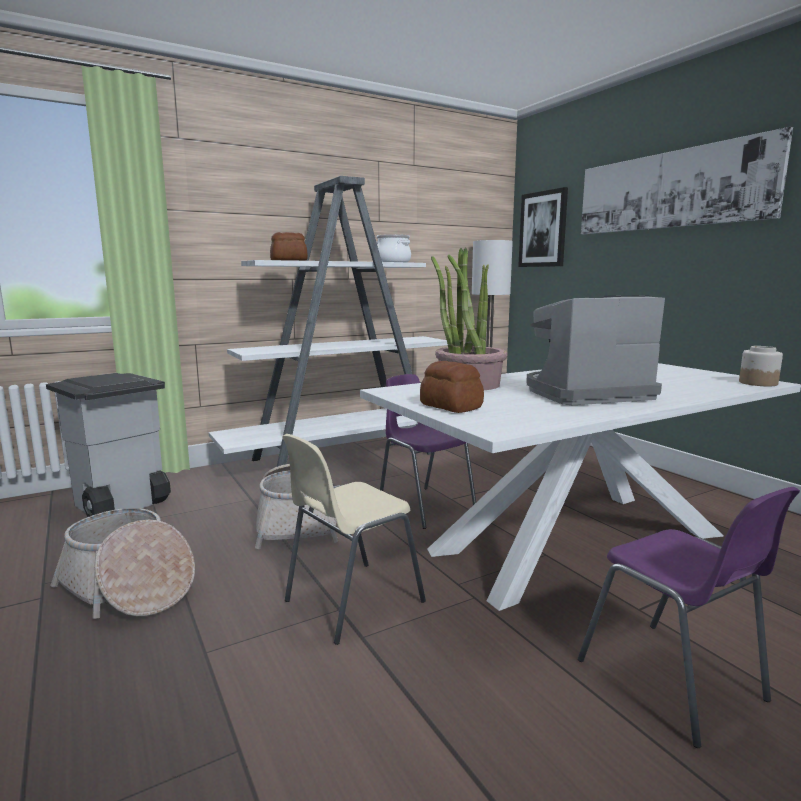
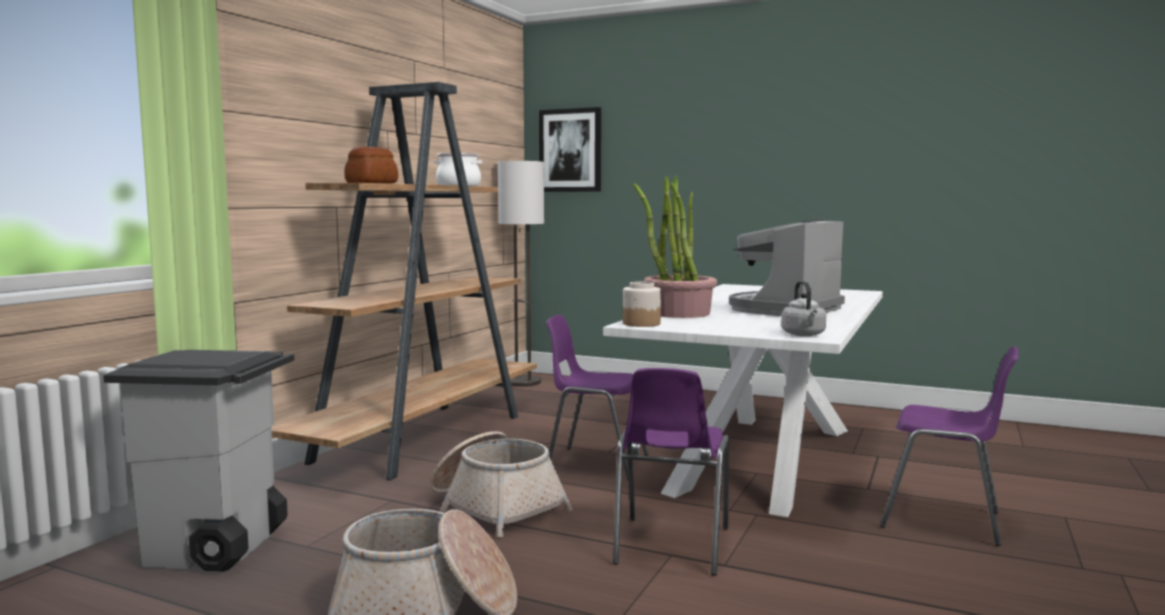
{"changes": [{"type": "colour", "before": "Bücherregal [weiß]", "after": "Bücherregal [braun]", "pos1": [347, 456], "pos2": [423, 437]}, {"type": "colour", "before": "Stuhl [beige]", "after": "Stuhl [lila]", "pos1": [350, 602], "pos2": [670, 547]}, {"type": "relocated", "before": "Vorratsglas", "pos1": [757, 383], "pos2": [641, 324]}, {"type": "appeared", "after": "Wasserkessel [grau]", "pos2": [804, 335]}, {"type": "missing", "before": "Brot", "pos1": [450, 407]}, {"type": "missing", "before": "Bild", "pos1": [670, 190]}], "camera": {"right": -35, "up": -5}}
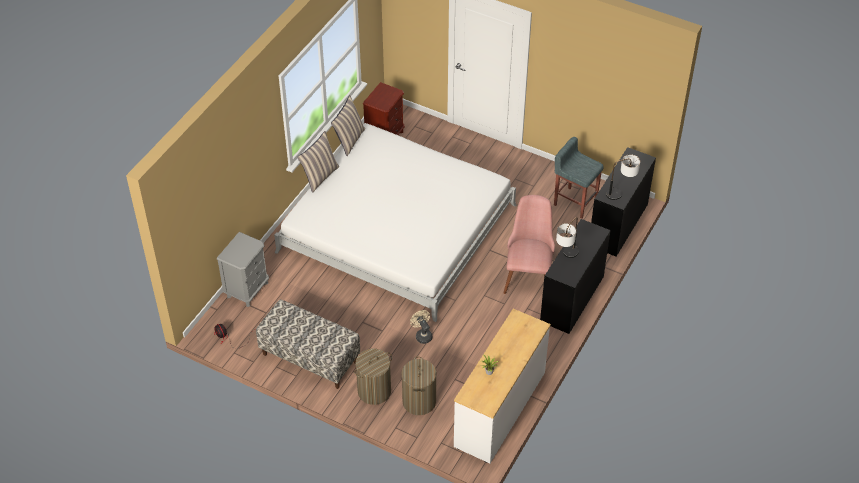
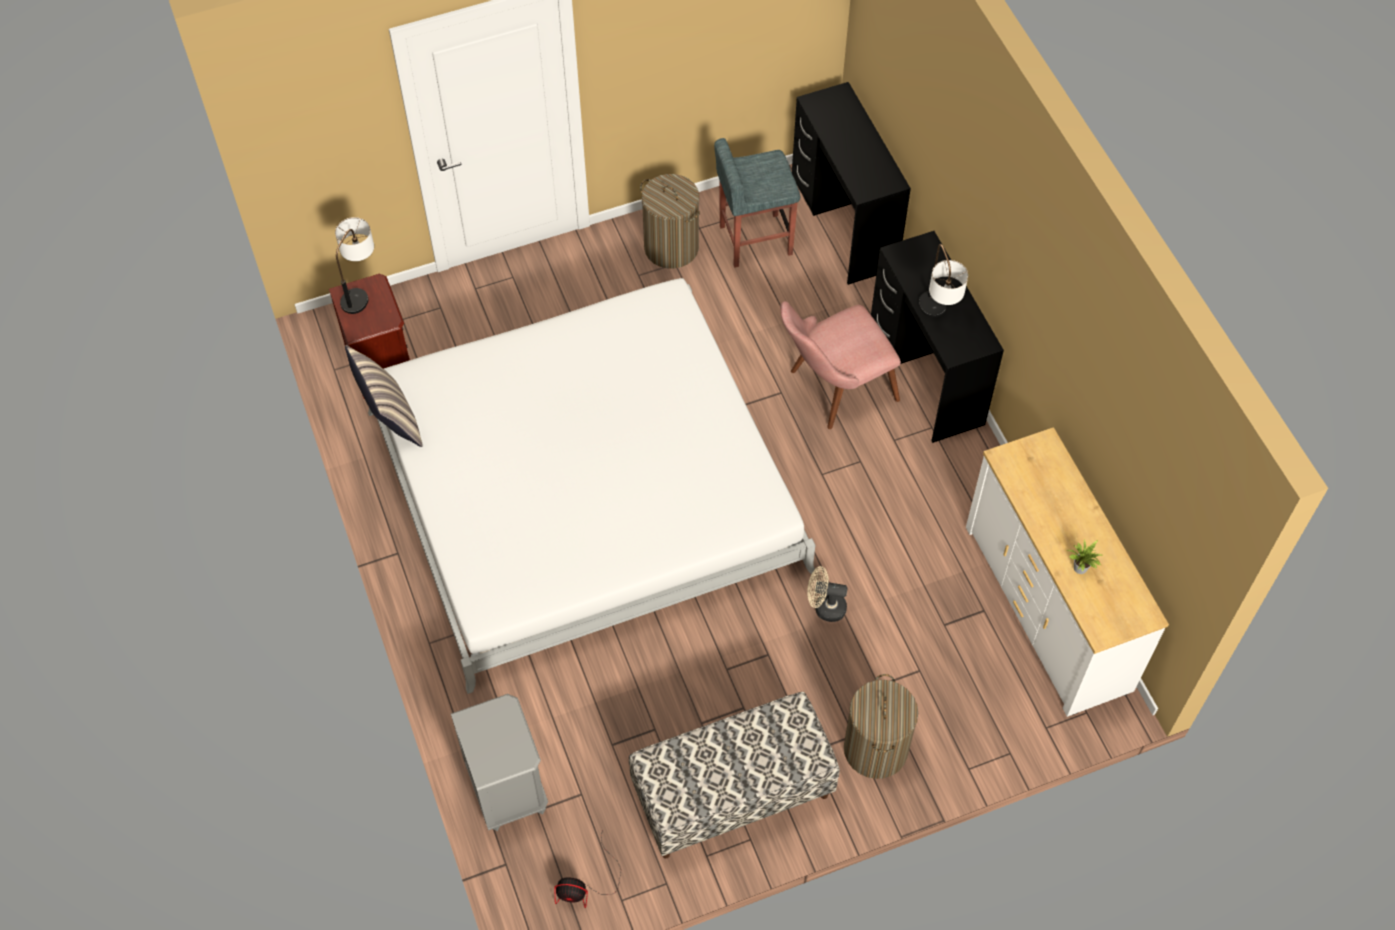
{"changes": [{"type": "relocated", "before": "Tischlampe", "pos1": [621, 193], "pos2": [361, 290]}, {"type": "relocated", "before": "Wäschekorb", "pos1": [419, 401], "pos2": [671, 247]}, {"type": "spun", "before": "Stuhl [rosa]", "pos1": [528, 273], "pos2": [832, 390], "turn": -75}, {"type": "missing", "before": "Kissen", "pos1": [320, 176]}], "camera": {"right": -50, "up": 10}}
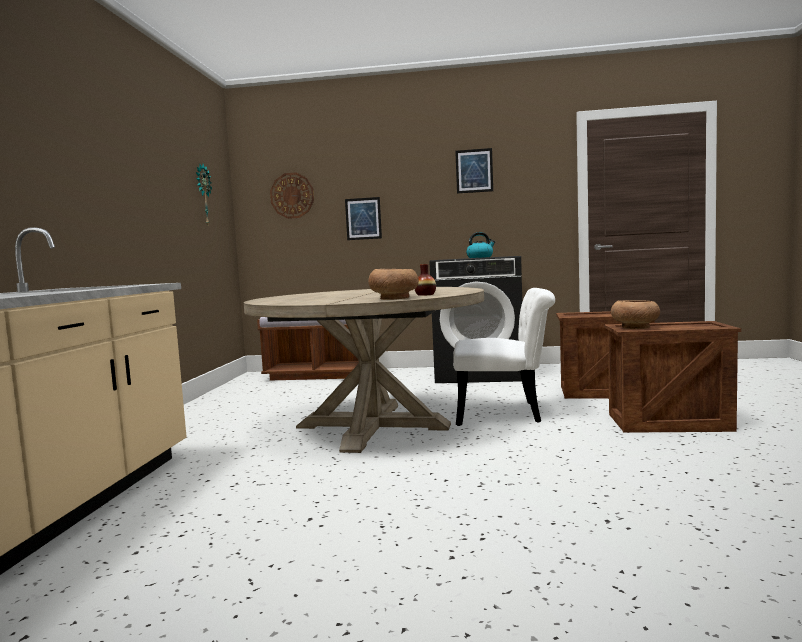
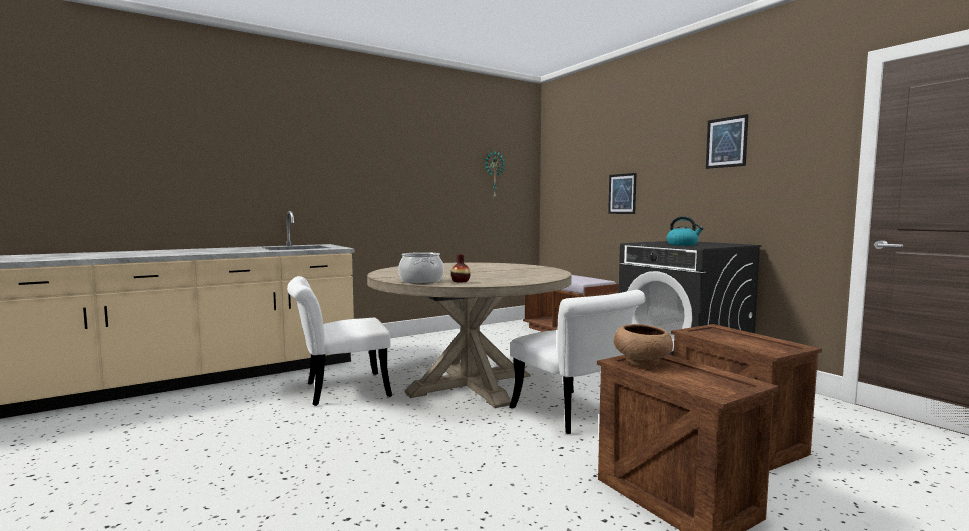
{"changes": [{"type": "appeared", "after": "Stuhl [weiß]", "pos2": [339, 390]}, {"type": "exchanged", "before": "Schüssel [braun]", "after": "Kochtopf", "pos1": [394, 298], "pos2": [421, 281]}, {"type": "missing", "before": "Wanduhr", "pos1": [292, 195]}], "camera": {"right": 50, "up": 0}}
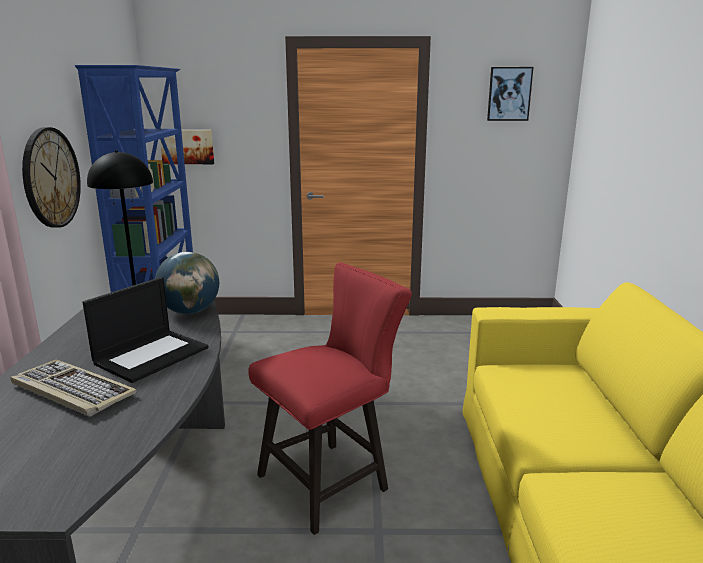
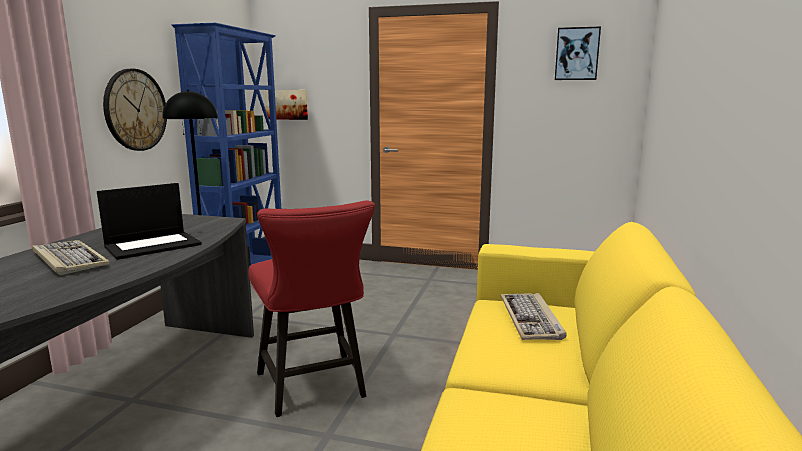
{"changes": [{"type": "spun", "before": "Stuhl [rot]", "pos1": [331, 480], "pos2": [314, 388], "turn": 90}, {"type": "appeared", "after": "Tastatur", "pos2": [531, 319]}, {"type": "missing", "before": "Globus", "pos1": [189, 311]}], "camera": {"right": 15, "up": -5}}
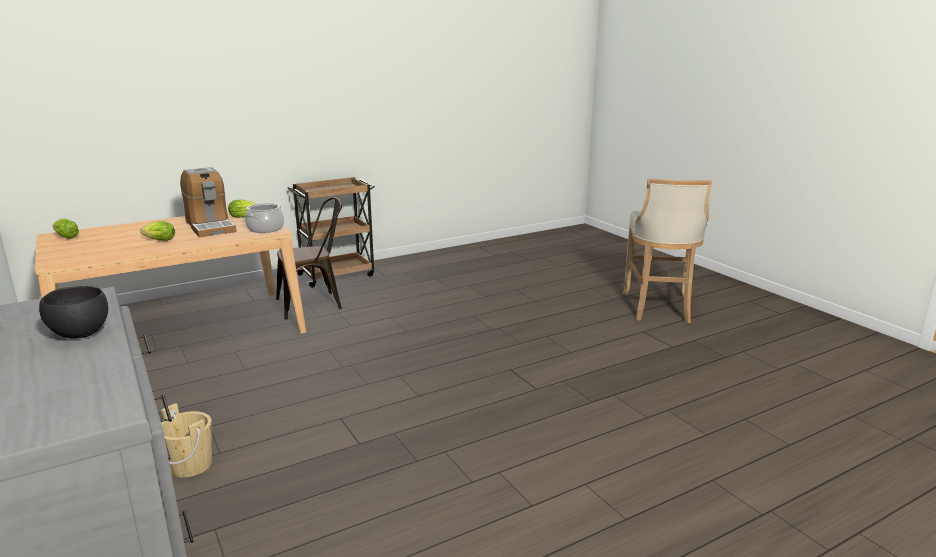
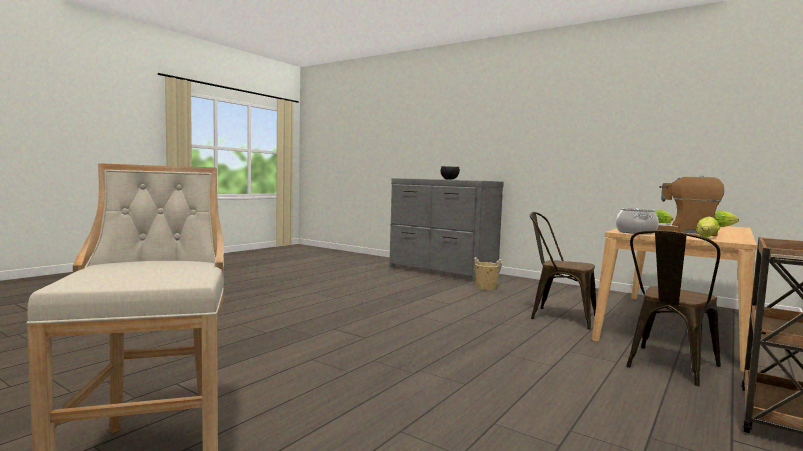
{"changes": [{"type": "appeared", "after": "Stuhl [braun]", "pos2": [558, 316]}], "camera": {"right": 155, "up": -15}}
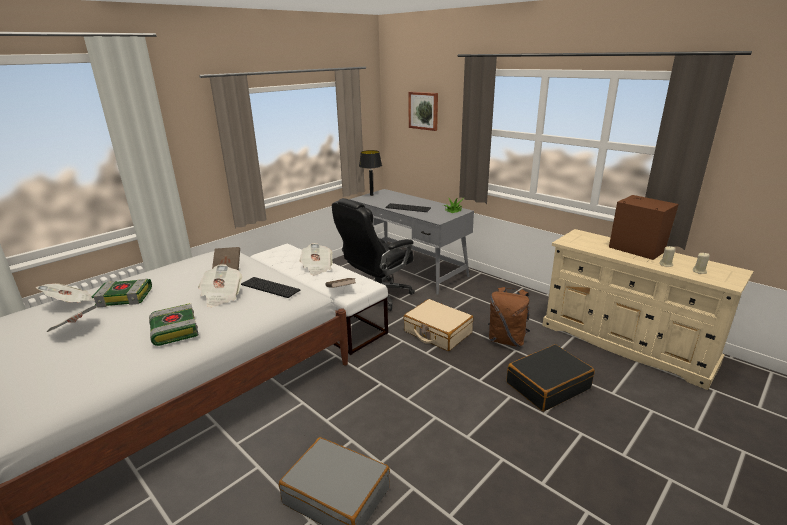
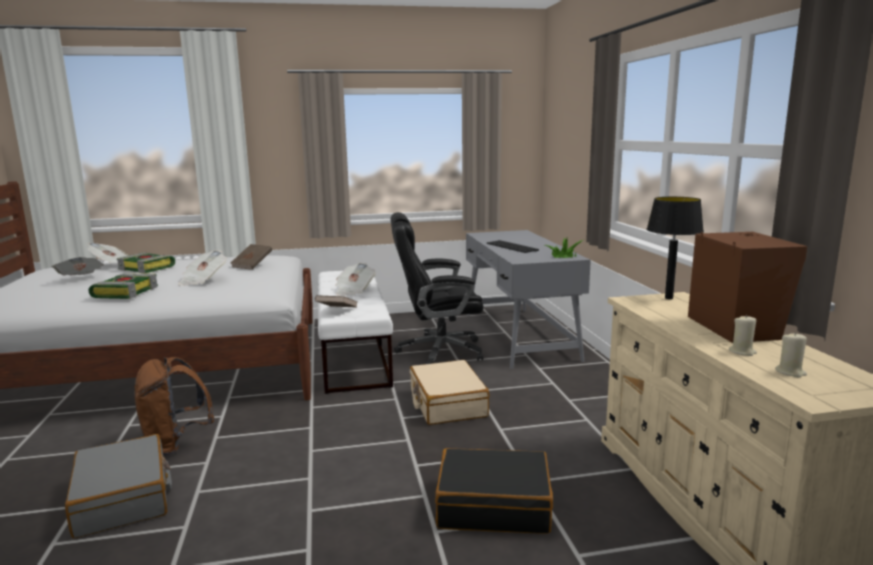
{"changes": [{"type": "relocated", "before": "Rucksack [braun]", "pos1": [507, 340], "pos2": [175, 444]}, {"type": "relocated", "before": "Tischlampe [schwarz]", "pos1": [371, 195], "pos2": [668, 298]}, {"type": "missing", "before": "Tastatur", "pos1": [269, 287]}, {"type": "missing", "before": "Bild", "pos1": [423, 110]}], "camera": {"right": 35, "up": -10}}
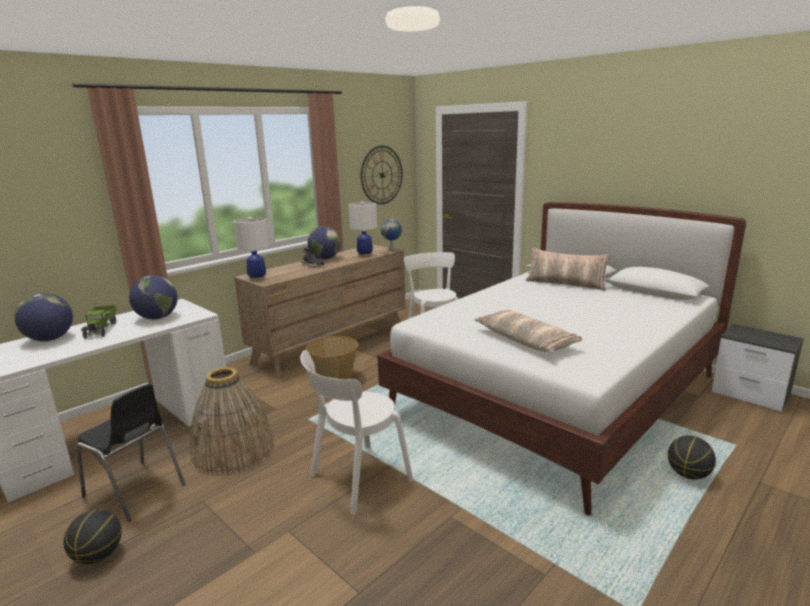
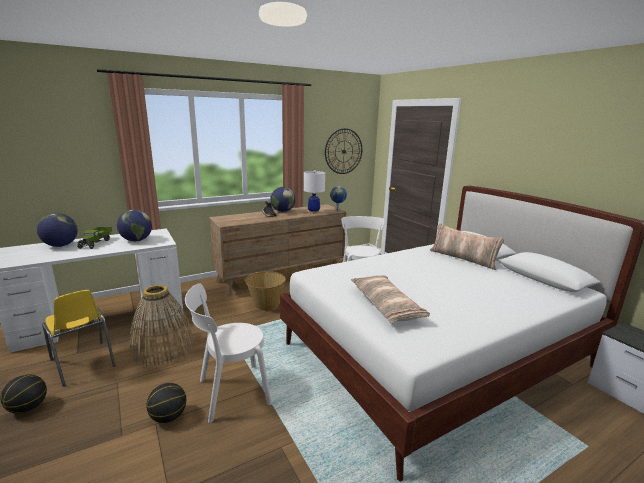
{"changes": [{"type": "colour", "before": "Stuhl [schwarz]", "after": "Stuhl [gelb]", "pos1": [135, 491], "pos2": [83, 363]}, {"type": "relocated", "before": "Basketball", "pos1": [687, 474], "pos2": [168, 417]}, {"type": "missing", "before": "Tischlampe [weiß]", "pos1": [257, 278]}], "camera": {"right": 15, "up": 0}}
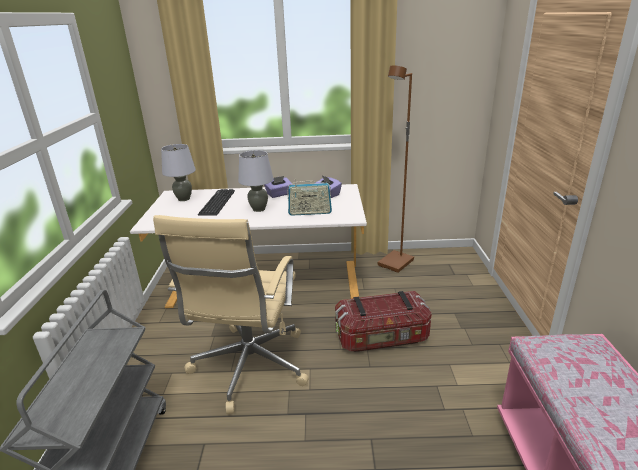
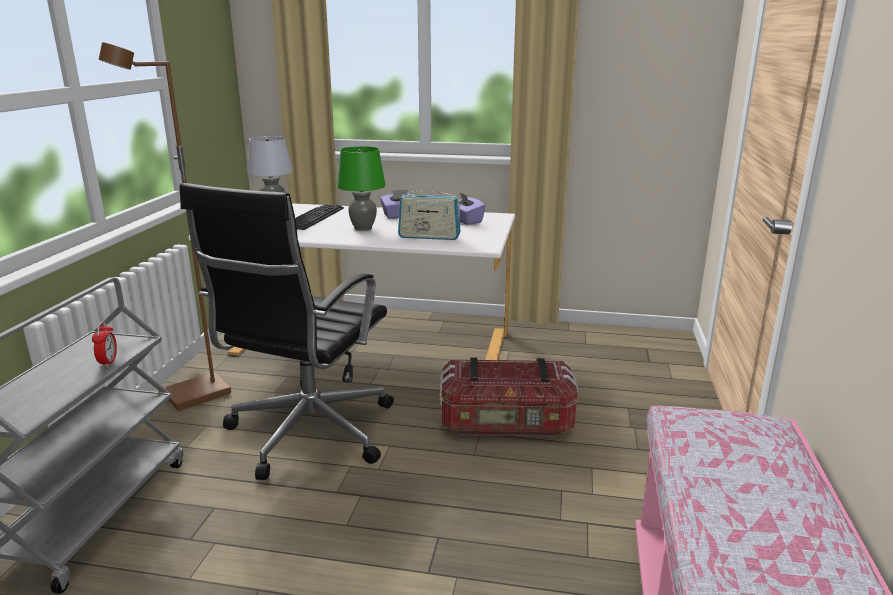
{"changes": [{"type": "appeared", "after": "Wecker", "pos2": [108, 362]}, {"type": "relocated", "before": "Stehlampe [braun]", "pos1": [396, 263], "pos2": [197, 395]}, {"type": "colour", "before": "Bürostuhl [beige]", "after": "Bürostuhl [schwarz]", "pos1": [249, 368], "pos2": [308, 434]}, {"type": "colour", "before": "Tischlampe [grau]", "after": "Tischlampe [grün]", "pos1": [258, 209], "pos2": [363, 228]}], "camera": {"right": 10, "up": -5}}
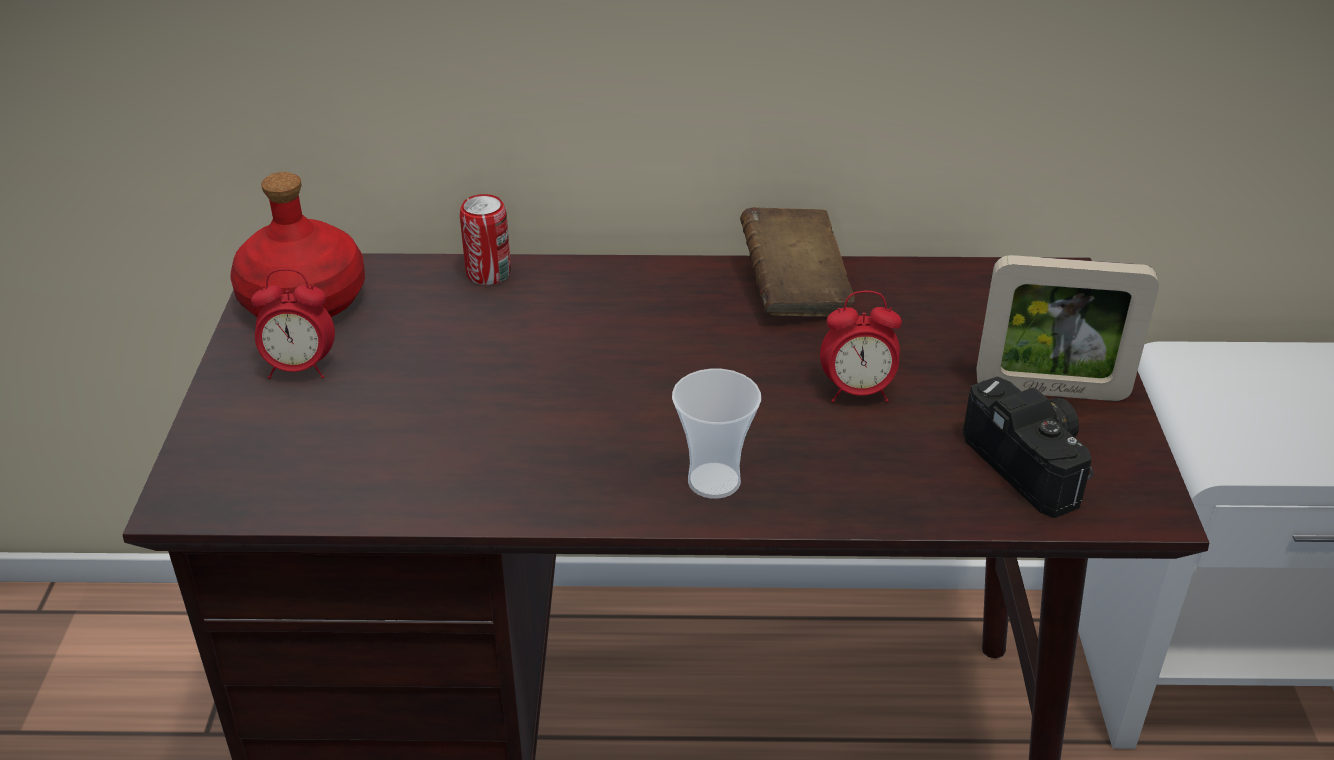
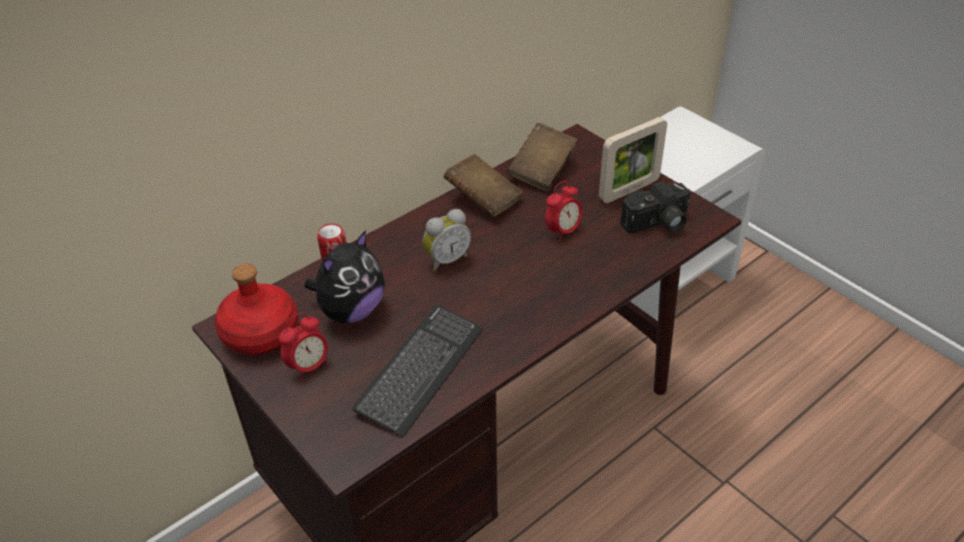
{"changes": [{"type": "appeared", "after": "Plüschtier", "pos2": [351, 310]}, {"type": "appeared", "after": "Tastatur", "pos2": [420, 370]}, {"type": "appeared", "after": "Wecker", "pos2": [446, 260]}, {"type": "appeared", "after": "Buch [braun]", "pos2": [542, 171]}, {"type": "spun", "before": "Kamera", "pos1": [1033, 464], "pos2": [657, 224], "turn": 135}, {"type": "missing", "before": "Tasse", "pos1": [714, 481]}], "camera": {"right": -40, "up": 5}}
